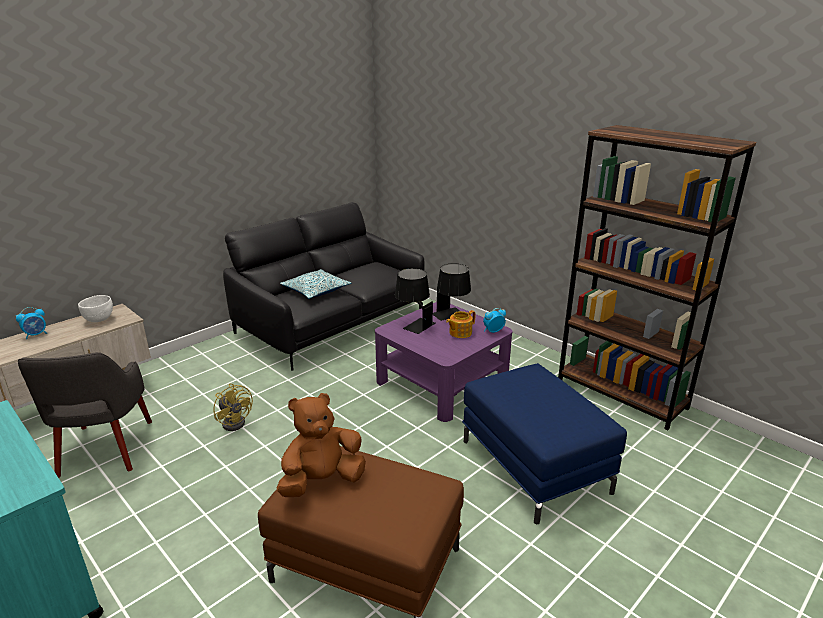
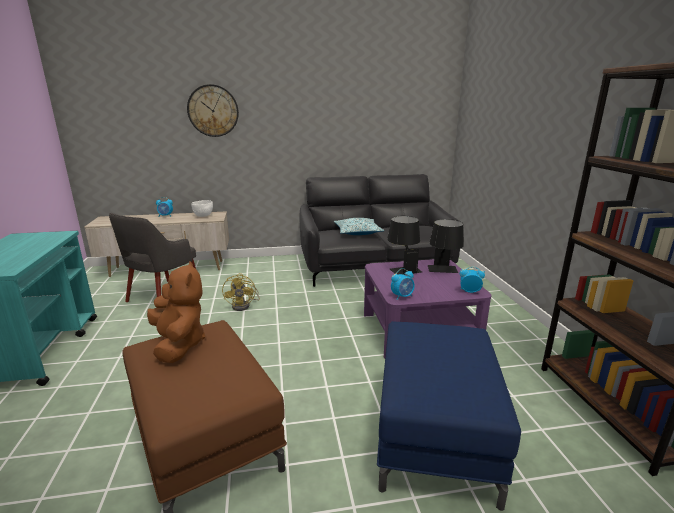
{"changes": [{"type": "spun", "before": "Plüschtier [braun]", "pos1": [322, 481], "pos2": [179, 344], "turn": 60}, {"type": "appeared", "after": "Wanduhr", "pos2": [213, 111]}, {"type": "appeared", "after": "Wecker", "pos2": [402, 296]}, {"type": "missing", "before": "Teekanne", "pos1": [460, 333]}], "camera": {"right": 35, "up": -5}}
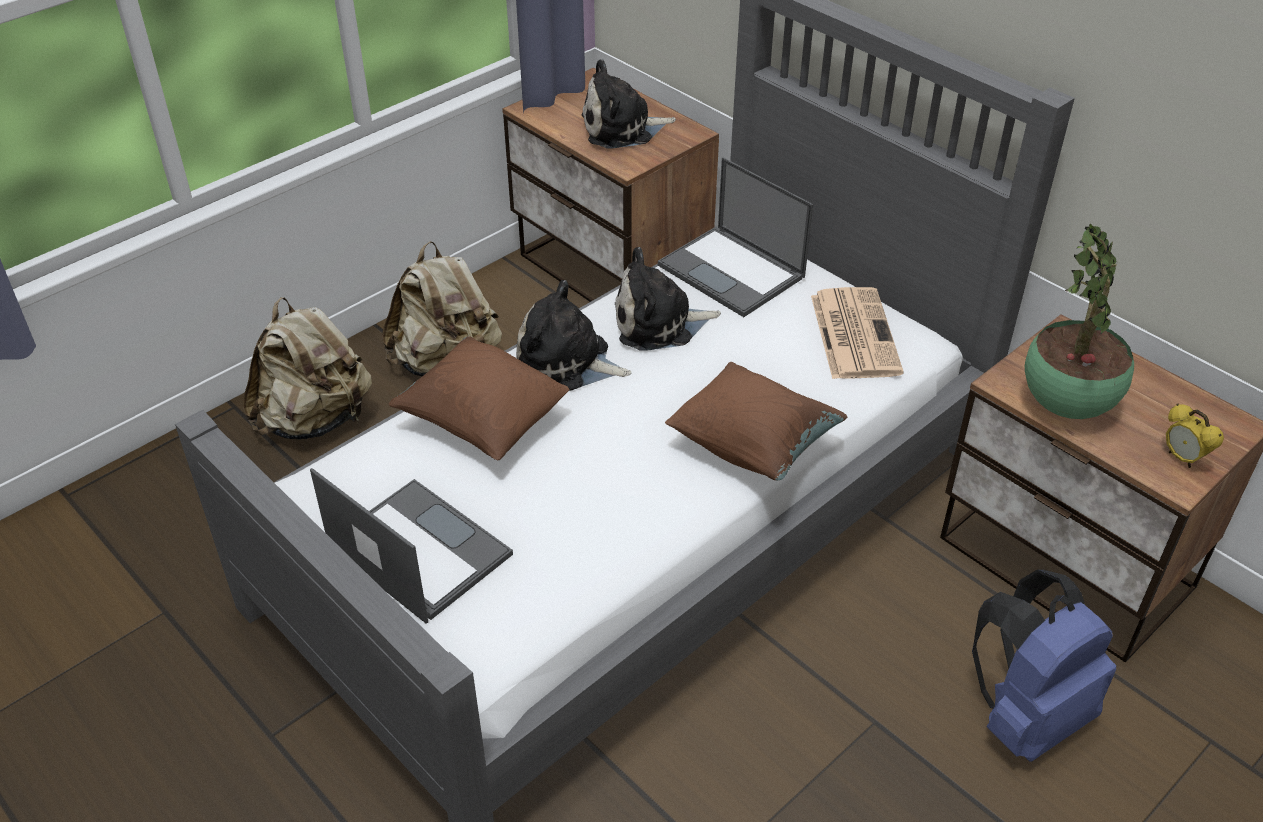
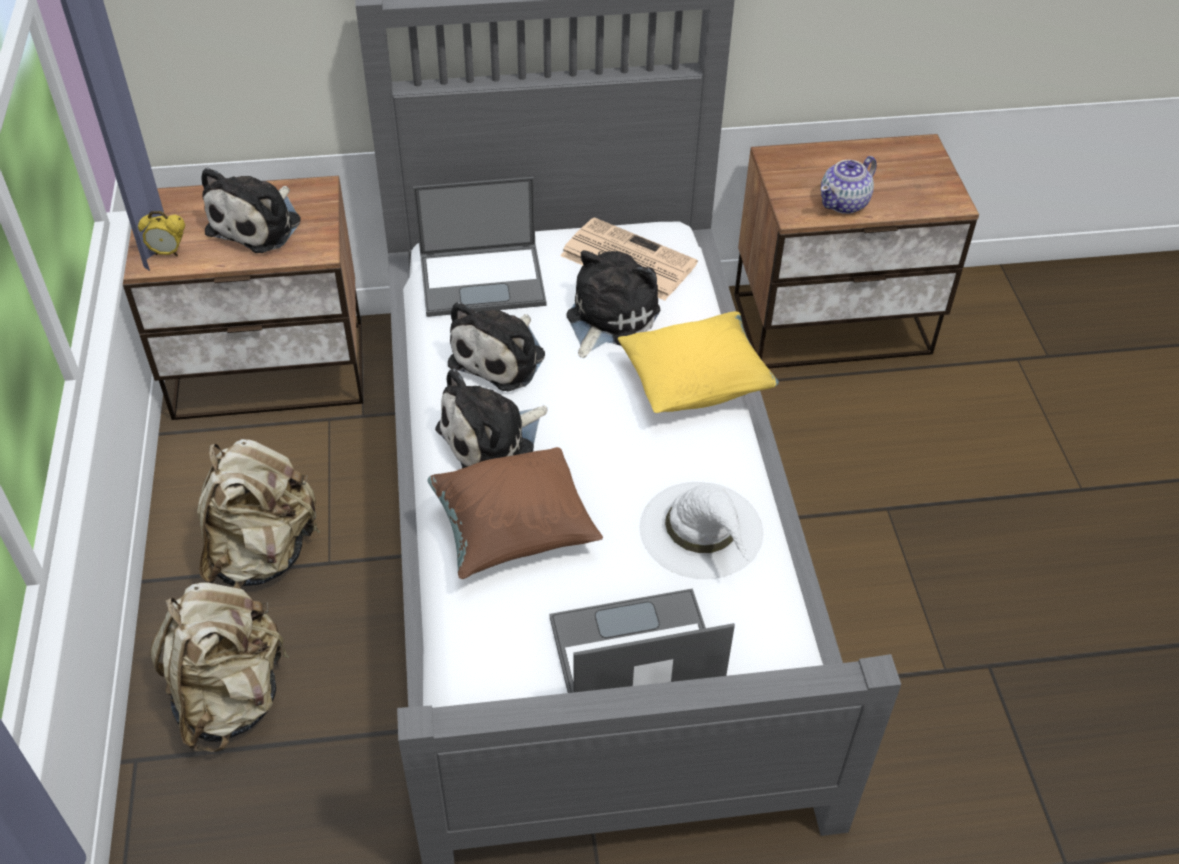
{"changes": [{"type": "relocated", "before": "Wecker", "pos1": [1182, 458], "pos2": [168, 253]}, {"type": "appeared", "after": "Plüschtier", "pos2": [608, 318]}, {"type": "colour", "before": "Kissen [braun]", "after": "Kissen [gelb]", "pos1": [753, 445], "pos2": [696, 384]}, {"type": "appeared", "after": "Hut [weiß]", "pos2": [702, 531]}, {"type": "exchanged", "before": "Topfpflanze", "after": "Teekanne", "pos1": [1067, 407], "pos2": [844, 203]}, {"type": "missing", "before": "Rucksack [blau]", "pos1": [1026, 715]}], "camera": {"right": -55, "up": 5}}
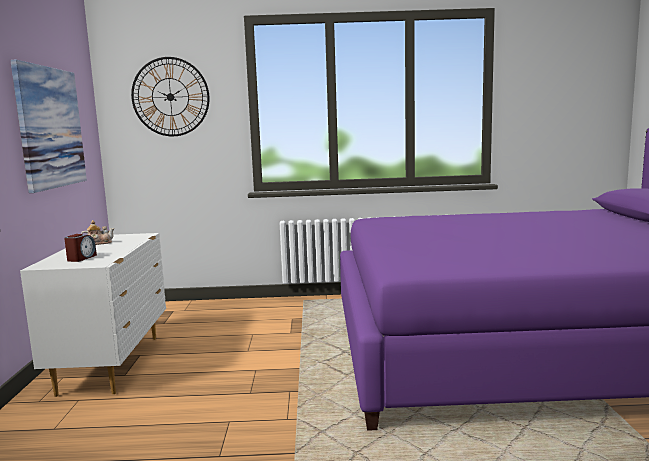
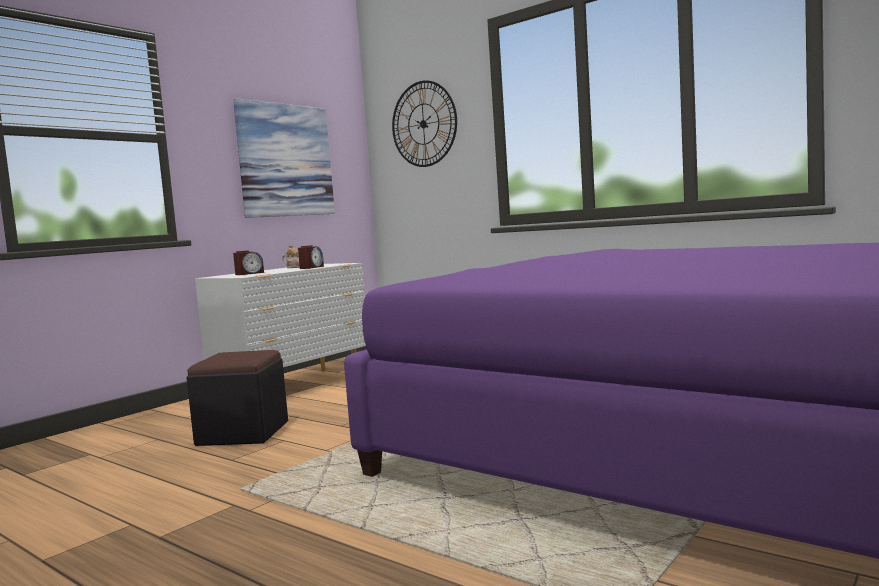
{"changes": [{"type": "appeared", "after": "Polsterhocker [schwarz]", "pos2": [243, 433]}, {"type": "appeared", "after": "Wecker", "pos2": [311, 267]}], "camera": {"right": 40, "up": -5}}
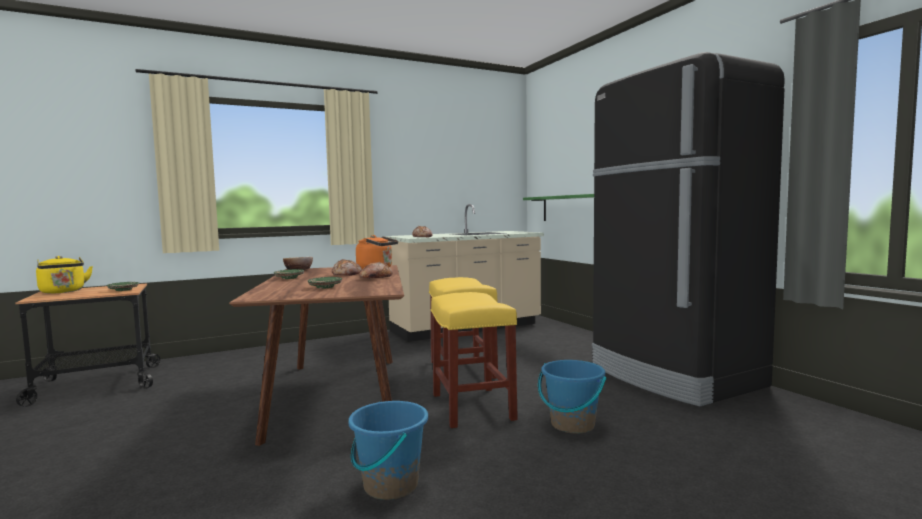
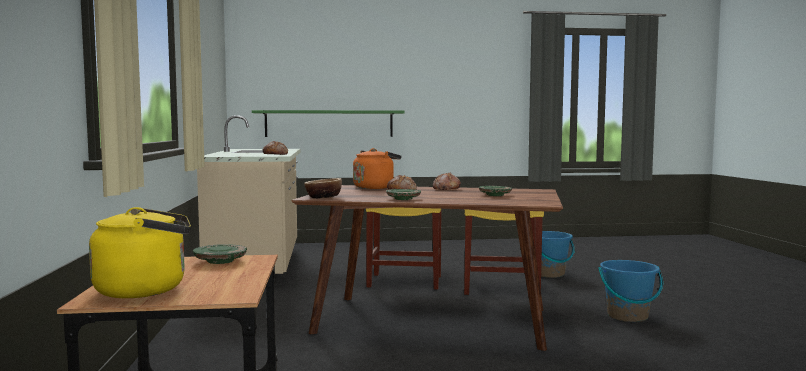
{"changes": [{"type": "missing", "before": "Kühlschrank [schwarz]", "pos1": [673, 376]}], "camera": {"right": -70, "up": 0}}
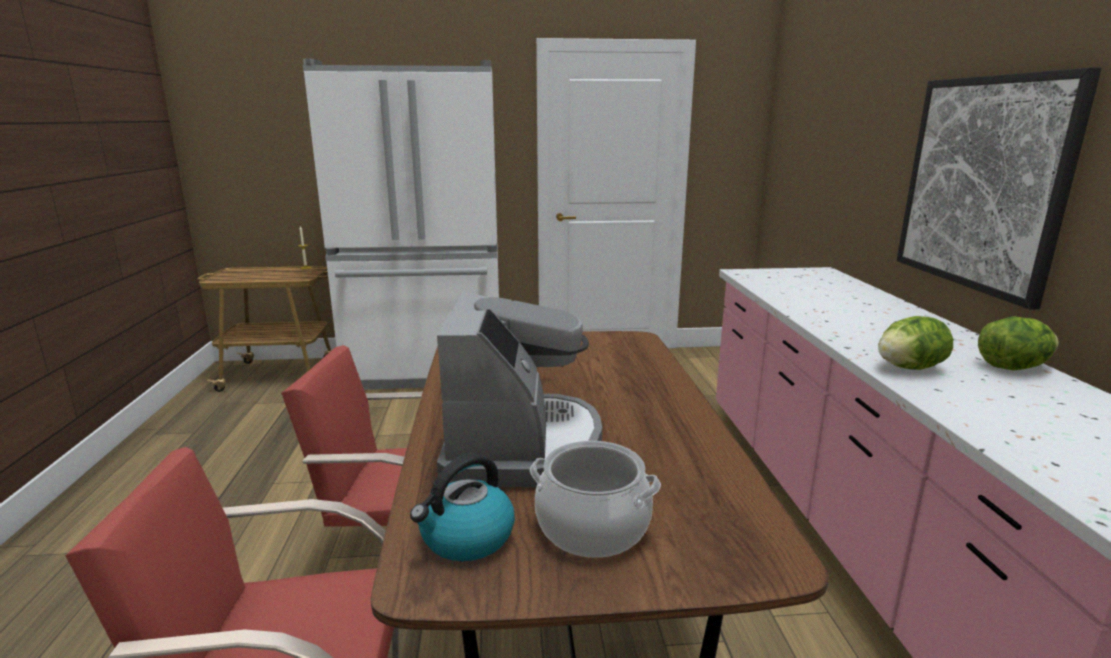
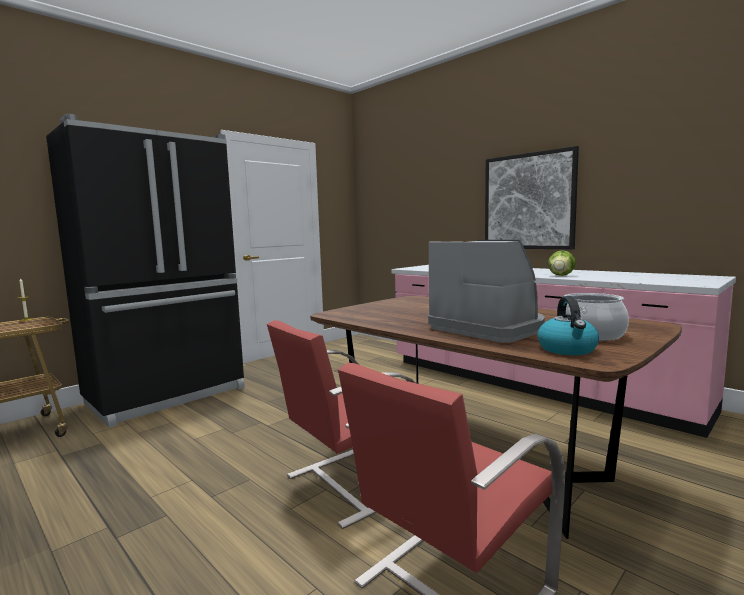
{"changes": [{"type": "colour", "before": "Kühlschrank [weiß]", "after": "Kühlschrank [schwarz]", "pos1": [427, 373], "pos2": [168, 396]}, {"type": "missing", "before": "Salatkopf", "pos1": [1012, 367]}], "camera": {"right": -40, "up": -10}}
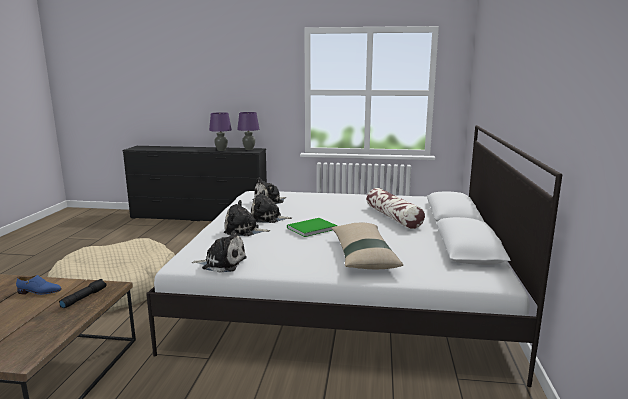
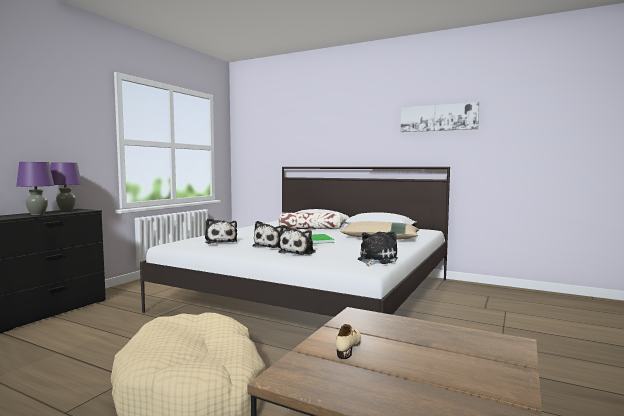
{"changes": [{"type": "colour", "before": "Schuh [blau]", "after": "Schuh [beige]", "pos1": [39, 292], "pos2": [349, 347]}, {"type": "appeared", "after": "Bild", "pos2": [438, 118]}, {"type": "missing", "before": "Taschenlampe [schwarz]", "pos1": [84, 298]}], "camera": {"right": -70, "up": -10}}
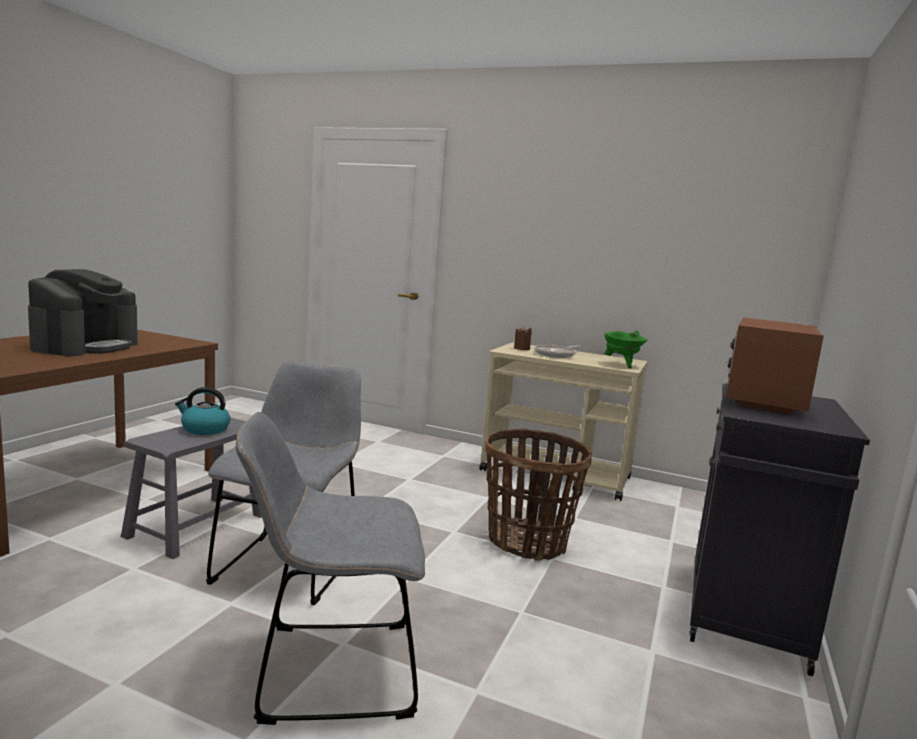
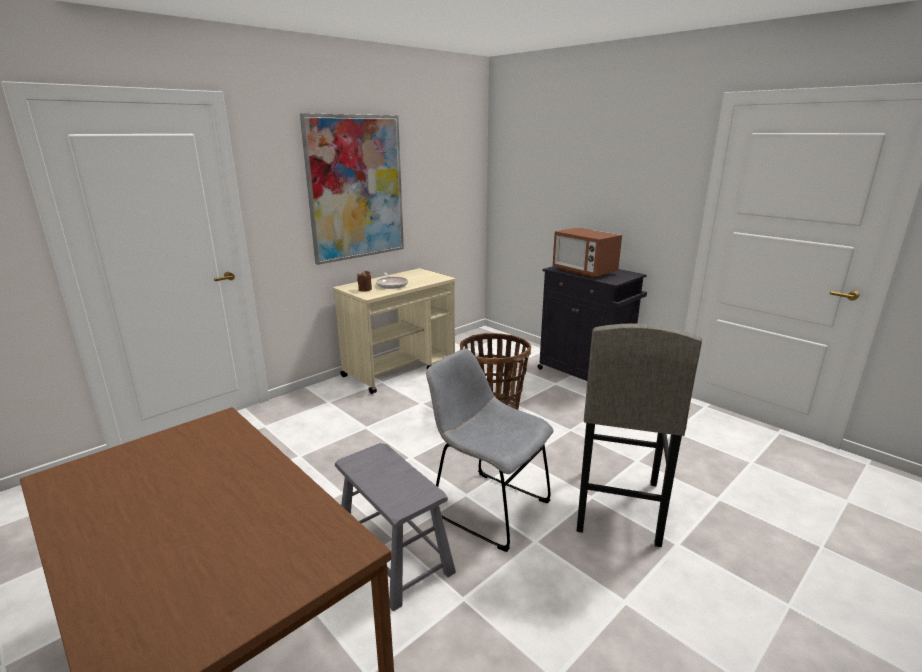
{"changes": [{"type": "appeared", "after": "Bild", "pos2": [356, 188]}, {"type": "exchanged", "before": "Stuhl [grau]", "after": "Hocker [grau]", "pos1": [328, 670], "pos2": [617, 506]}, {"type": "missing", "before": "Kaffeemaschine", "pos1": [86, 346]}, {"type": "missing", "before": "Wasserkessel", "pos1": [204, 429]}, {"type": "missing", "before": "Kochtopf [grün]", "pos1": [621, 365]}], "camera": {"right": -65, "up": 10}}
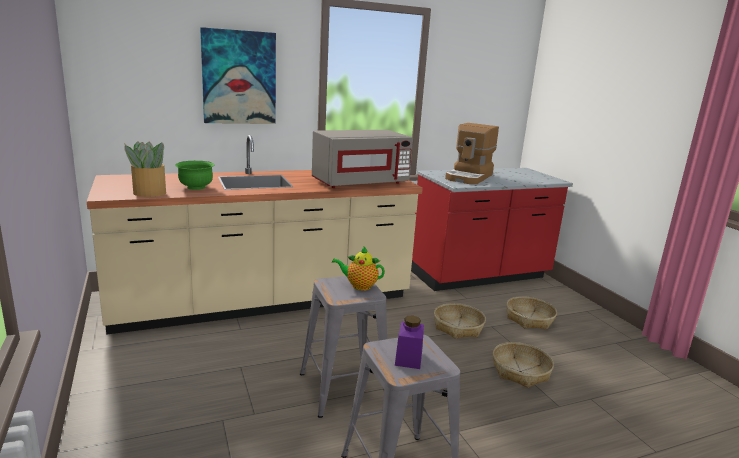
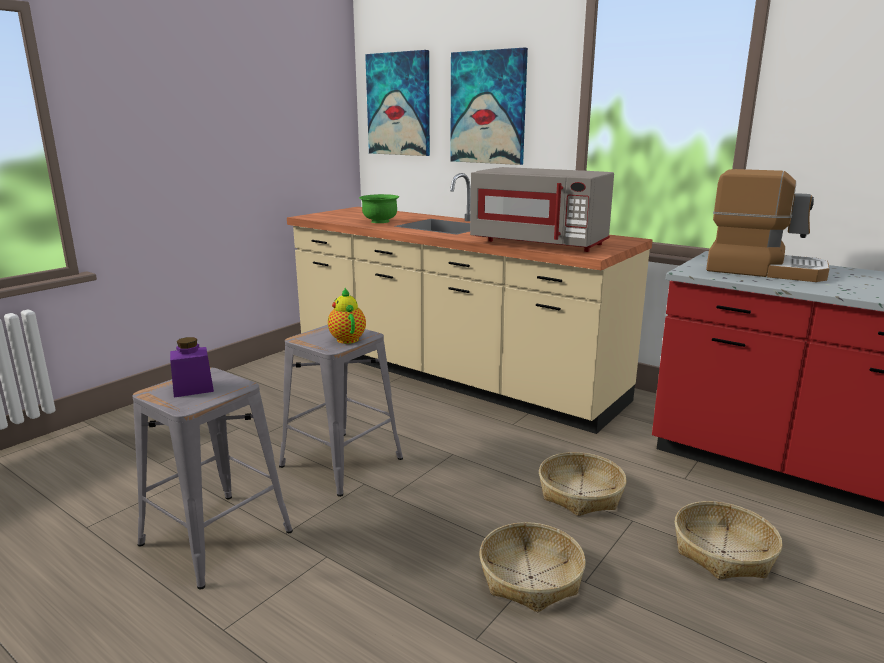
{"changes": [{"type": "appeared", "after": "Bild", "pos2": [399, 104]}, {"type": "spun", "before": "Kaffeemaschine", "pos1": [469, 177], "pos2": [763, 270], "turn": -150}, {"type": "missing", "before": "Topfpflanze", "pos1": [149, 193]}], "camera": {"right": 60, "up": 0}}
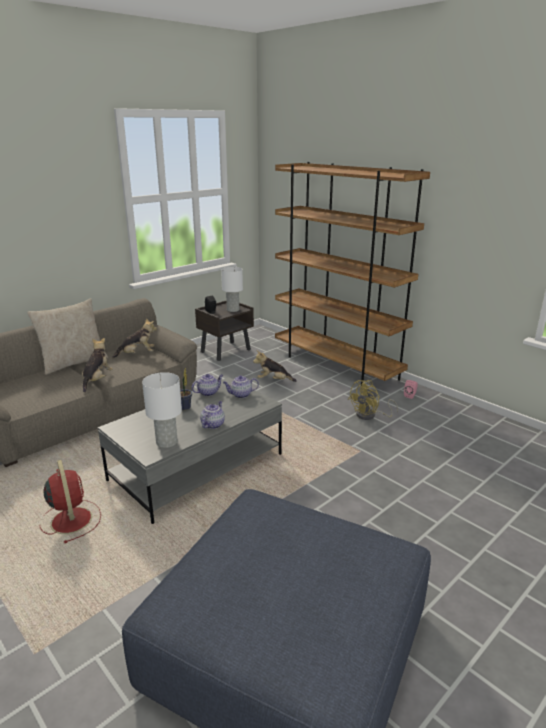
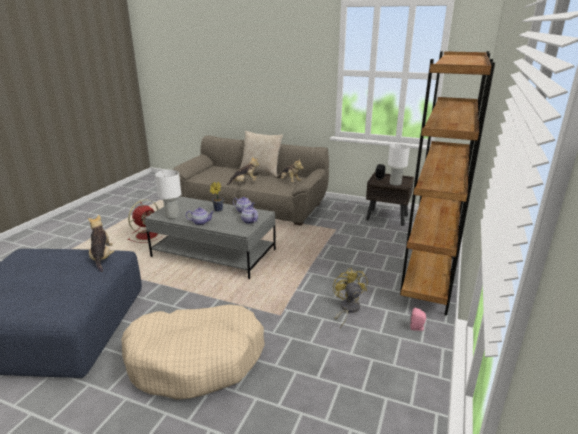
{"changes": [{"type": "relocated", "before": "Plüschtier", "pos1": [273, 380], "pos2": [102, 258]}, {"type": "appeared", "after": "Hundebett [beige]", "pos2": [196, 359]}, {"type": "spun", "before": "Ventilator [gelb]", "pos1": [370, 416], "pos2": [347, 309], "turn": 60}], "camera": {"right": 65, "up": 0}}
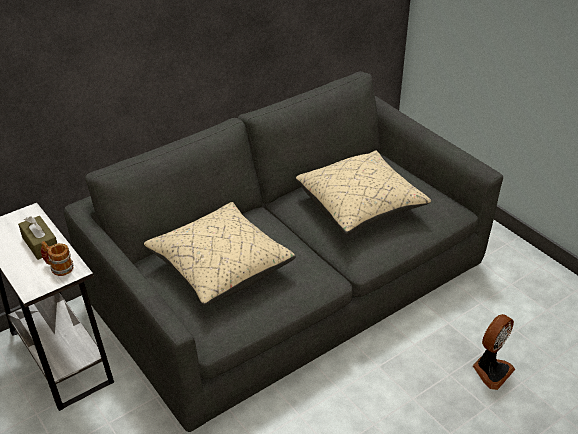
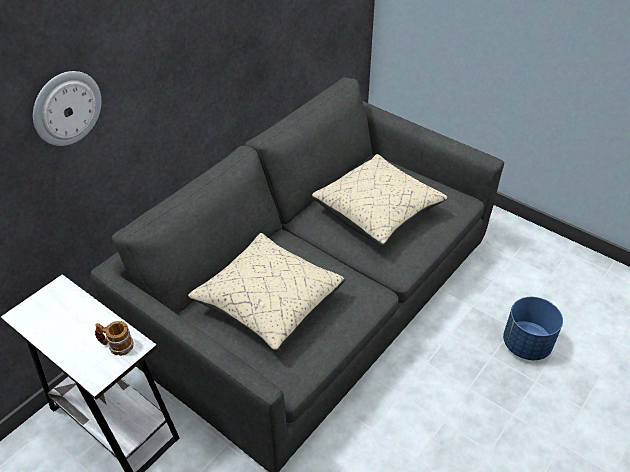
{"changes": [{"type": "appeared", "after": "Wanduhr", "pos2": [66, 108]}, {"type": "exchanged", "before": "Ventilator", "after": "Pflanzkübel [blau]", "pos1": [491, 370], "pos2": [526, 344]}, {"type": "missing", "before": "Taschentuchbox [braun]", "pos1": [40, 244]}], "camera": {"right": -15, "up": 5}}
